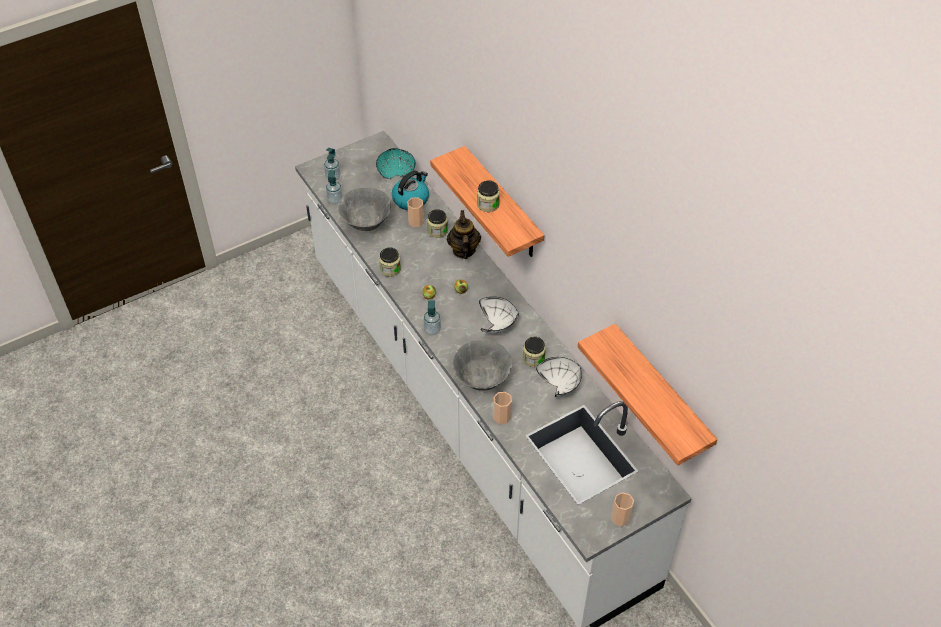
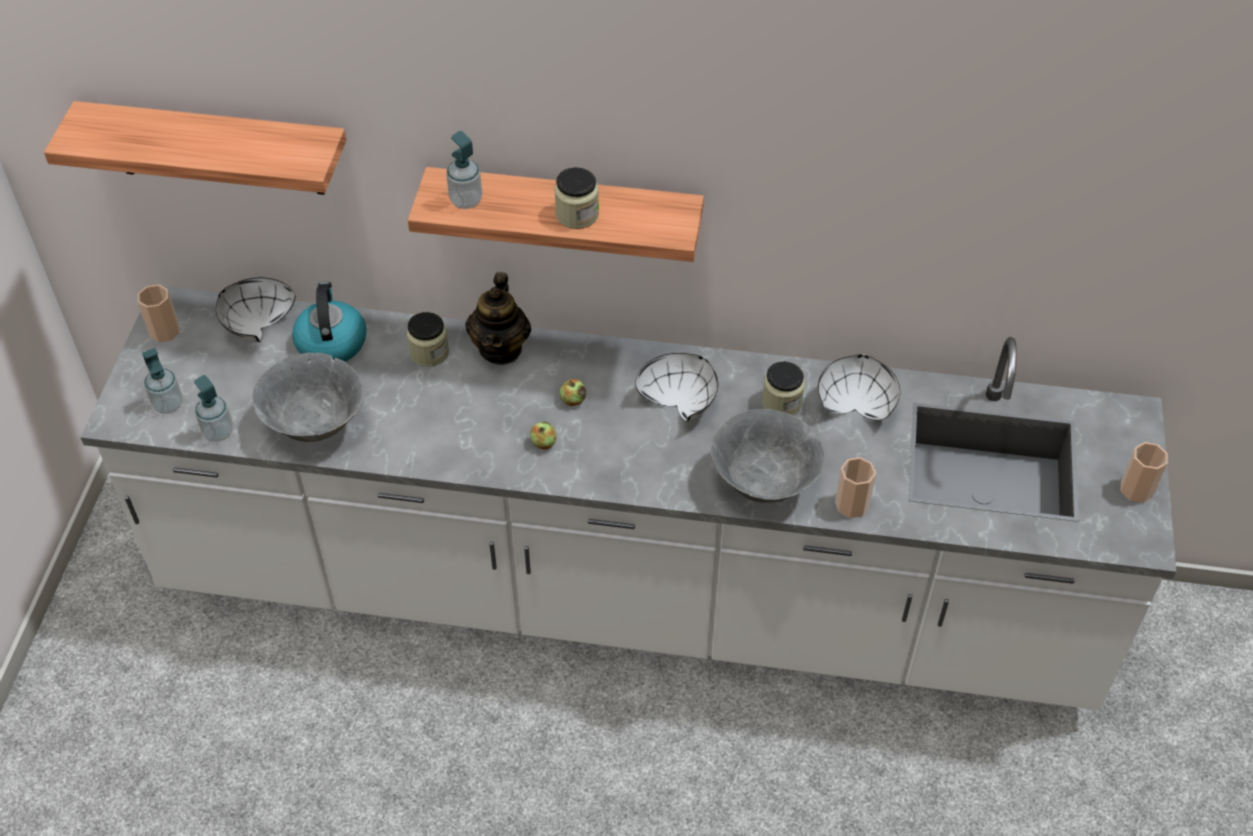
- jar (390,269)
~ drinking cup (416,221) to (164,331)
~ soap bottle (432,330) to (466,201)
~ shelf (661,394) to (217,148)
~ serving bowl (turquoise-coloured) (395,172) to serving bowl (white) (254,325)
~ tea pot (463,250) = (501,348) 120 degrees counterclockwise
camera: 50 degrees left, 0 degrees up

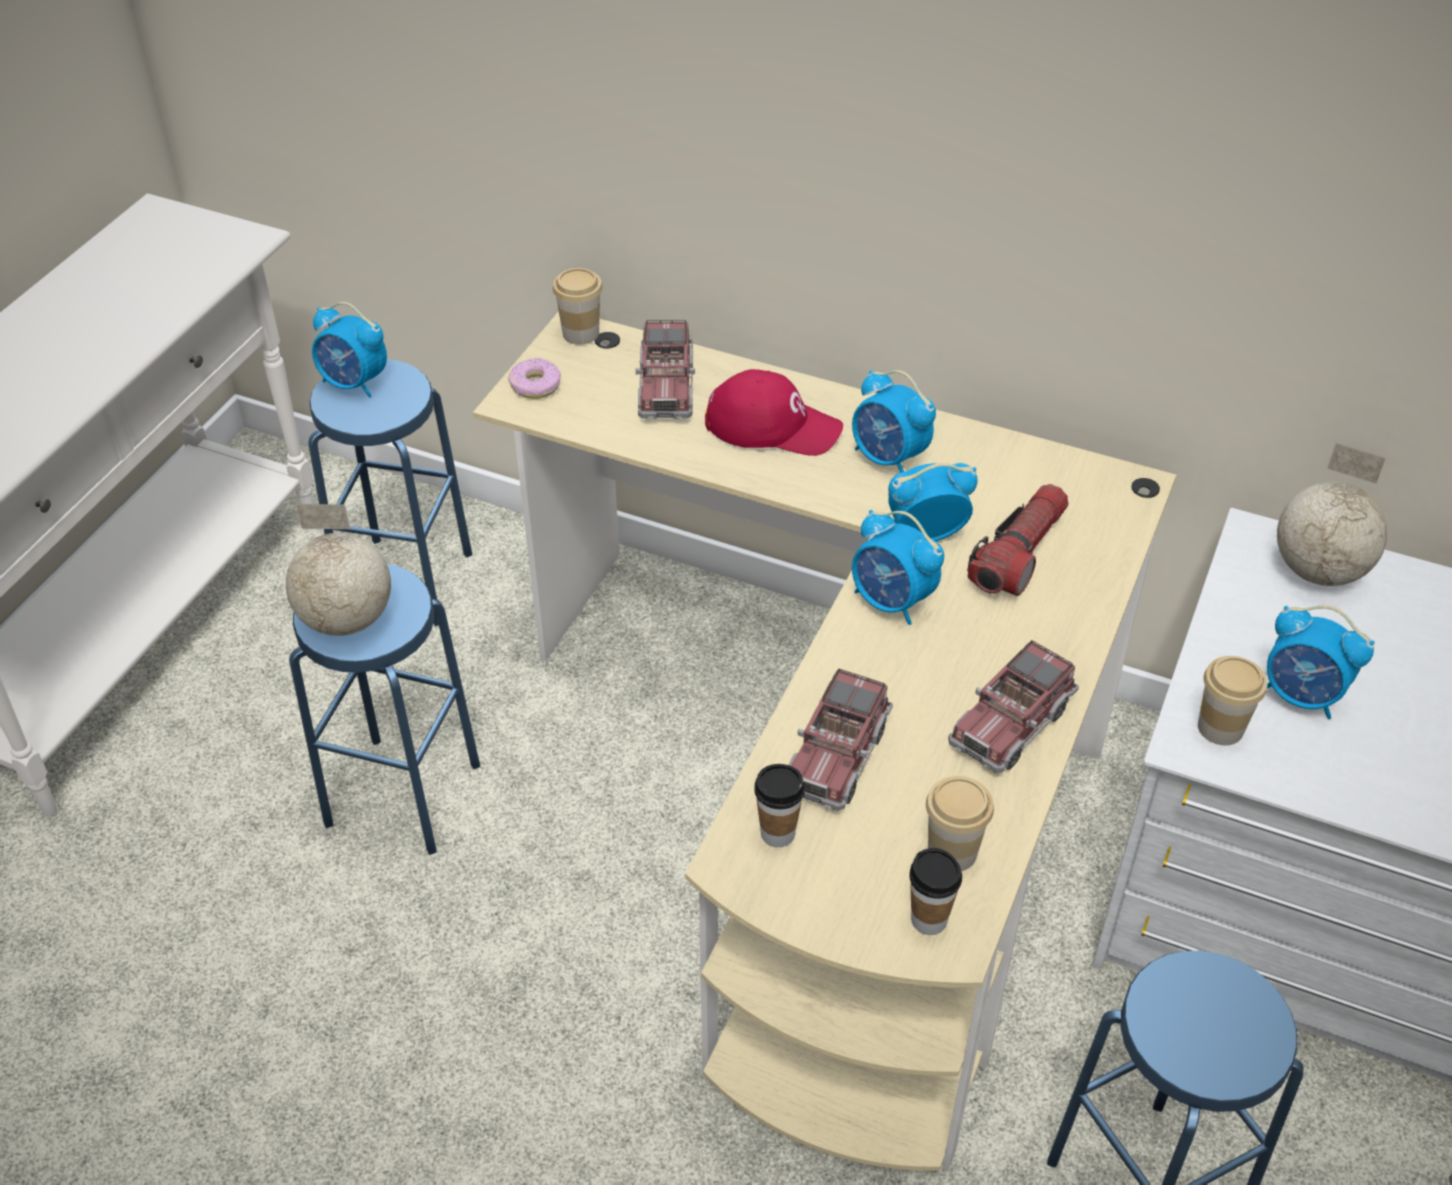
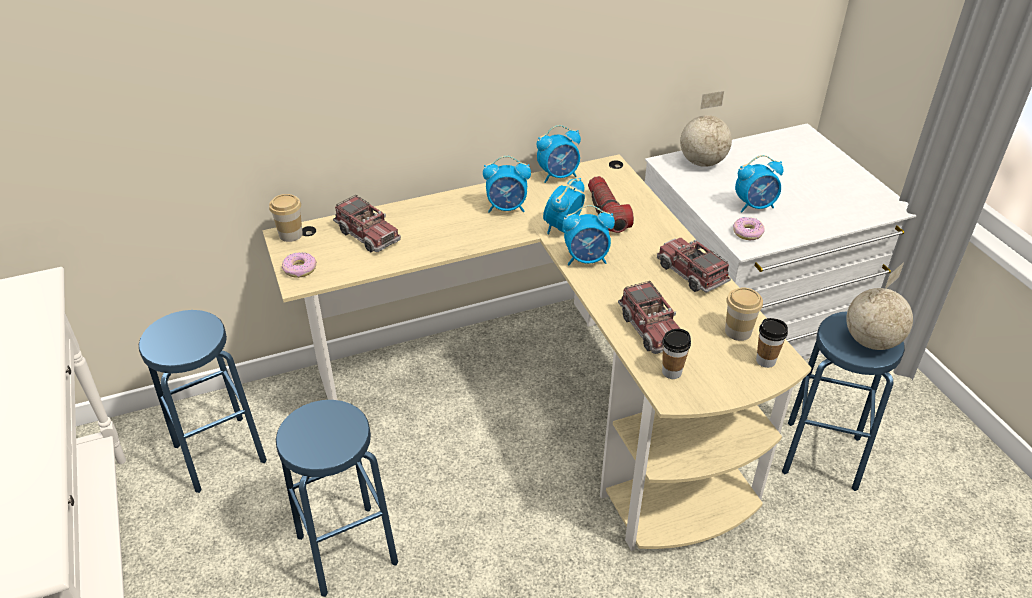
- peaked cap (red) (773,425)
~ desk globe (347,620) to (872,341)
~ bedside clock (354,383) to (558,176)
~ drinking cup (1220,727) to donut (747,233)
~ toy lorry (1011,723) = (691,274) 150 degrees clockwise
camera: 45 degrees left, 5 degrees down

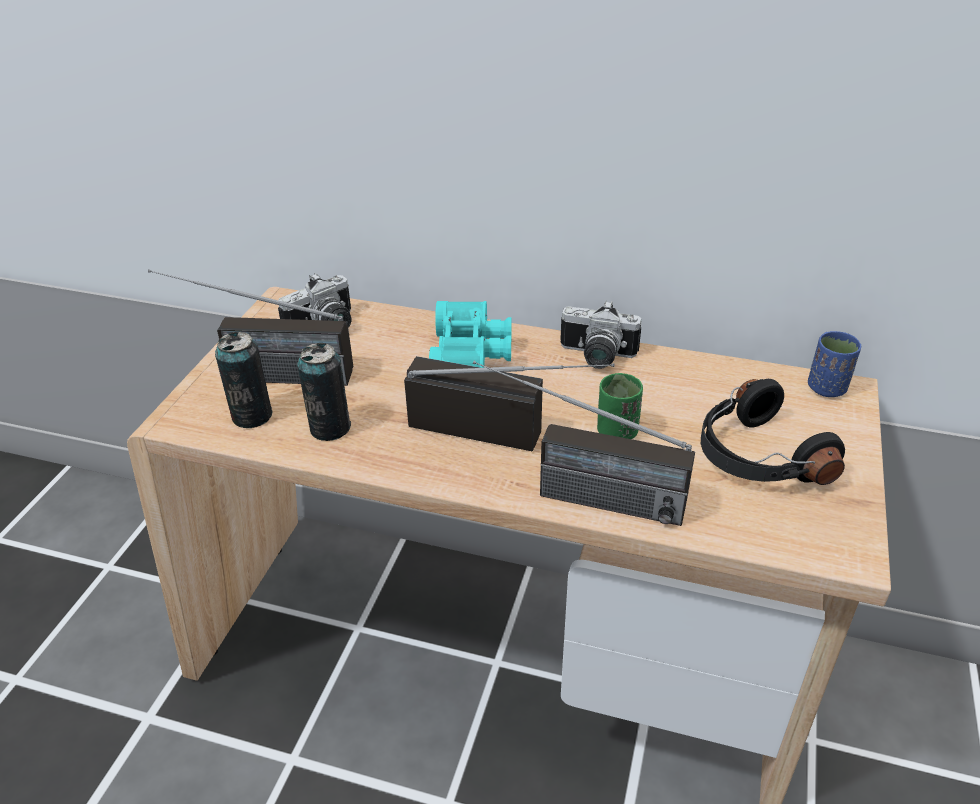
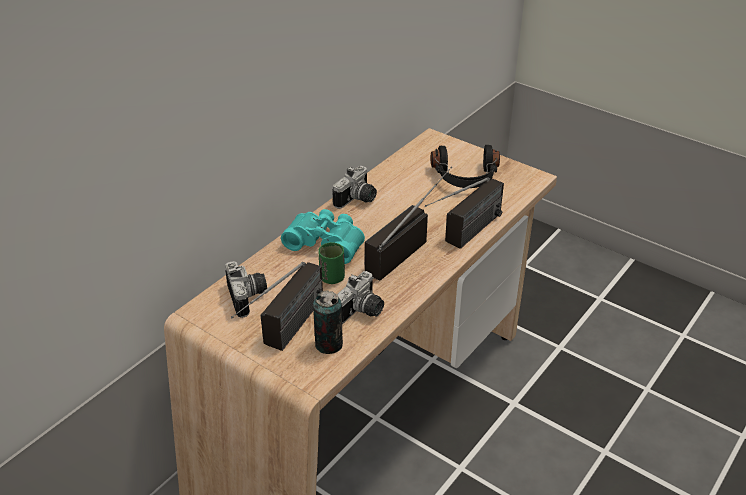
- drinking cup (blue-coloured) (827,388)
~ drinking cup (greenish) (616,432) to (332,278)
~ metal can (330,428) to photo camera (361,312)
camera: 70 degrees left, 0 degrees up

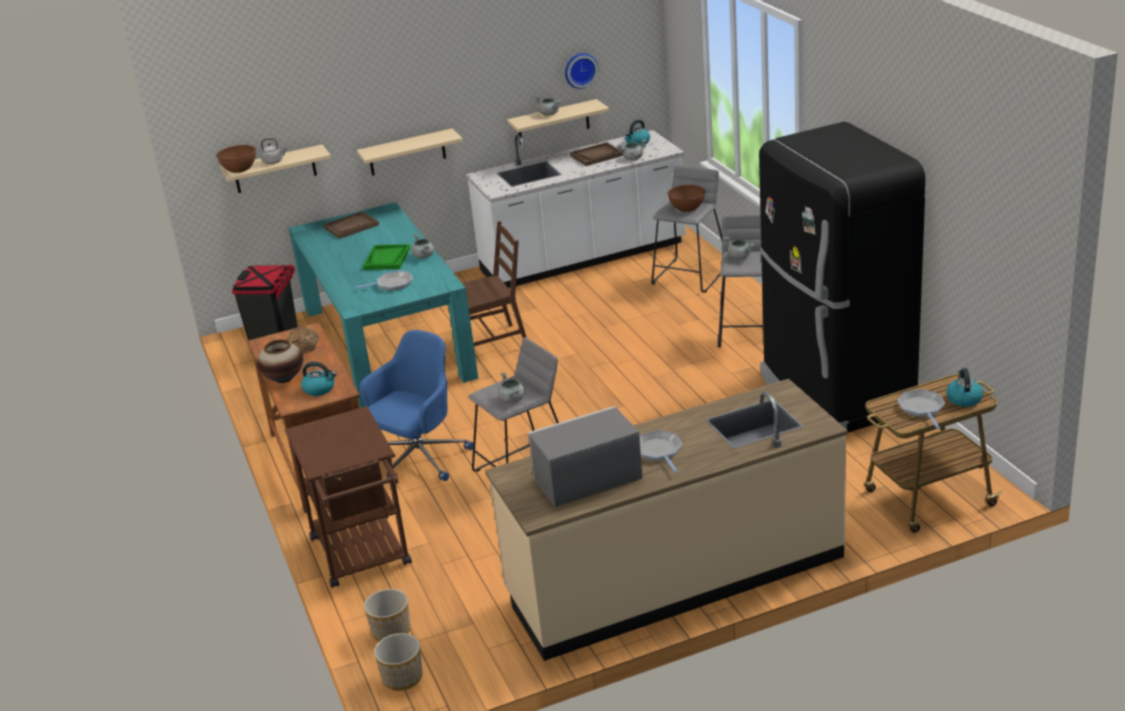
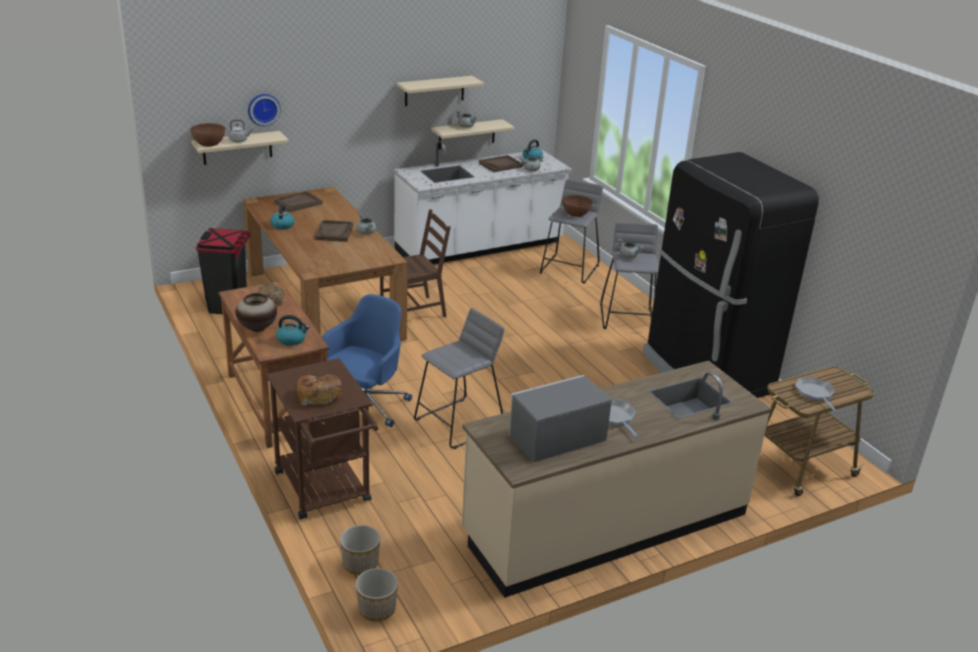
- frying pan (392,284)
- cooking pot (grey) (513,399)
+ baked bread (318,395)
~ shelf (beige) (407,152) to (434,91)
~ clock on the wall (580,70) to (263,109)
~ water kettle (963,399) to (282,225)
~ dining table (turquoise-coloured) (387,343) to dining table (brown) (323,304)
~ tray (greenish) (387,259) to tray (brown) (334,232)
camera: 10 degrees left, 0 degrees up

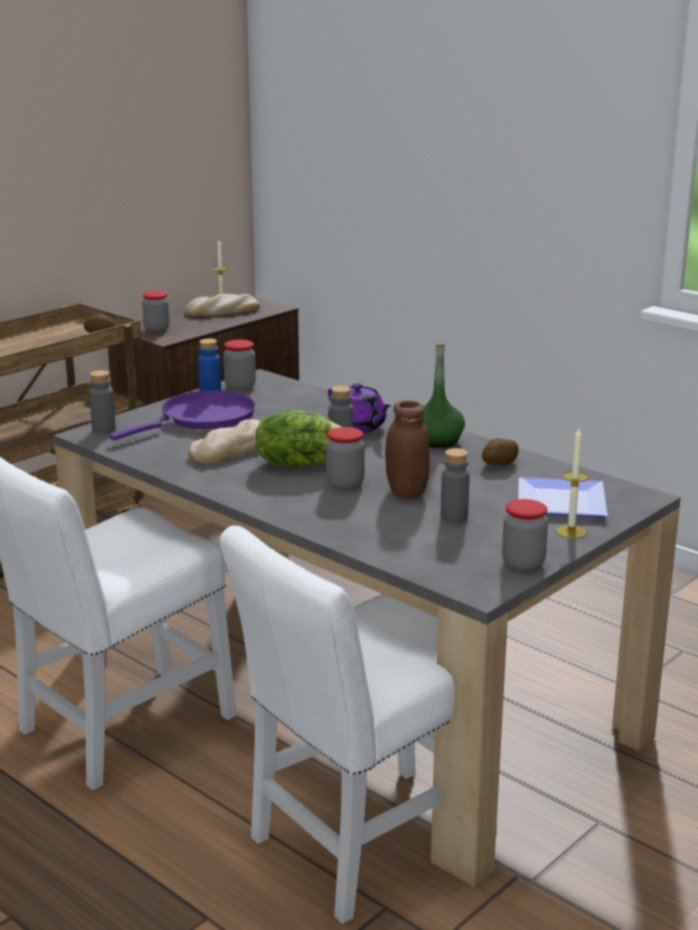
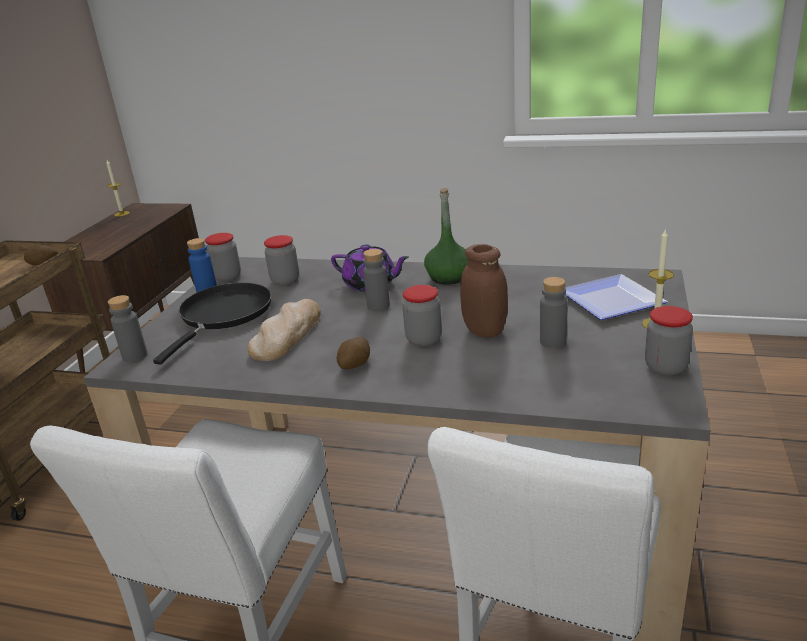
- baked bread (222,311)
- lettuce (299,463)
~ jar (156,329) to (285,280)
~ potato (499,464) to (355,365)
~ frying pan (purplish) (202,418) to frying pan (black-coloured) (223,315)
camera: 25 degrees left, 5 degrees up

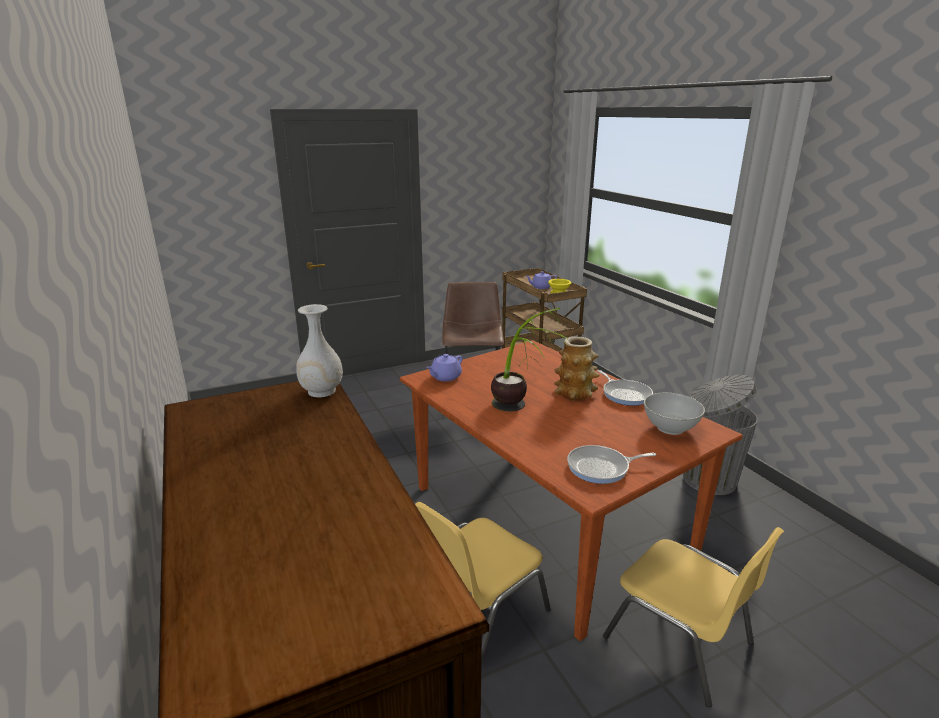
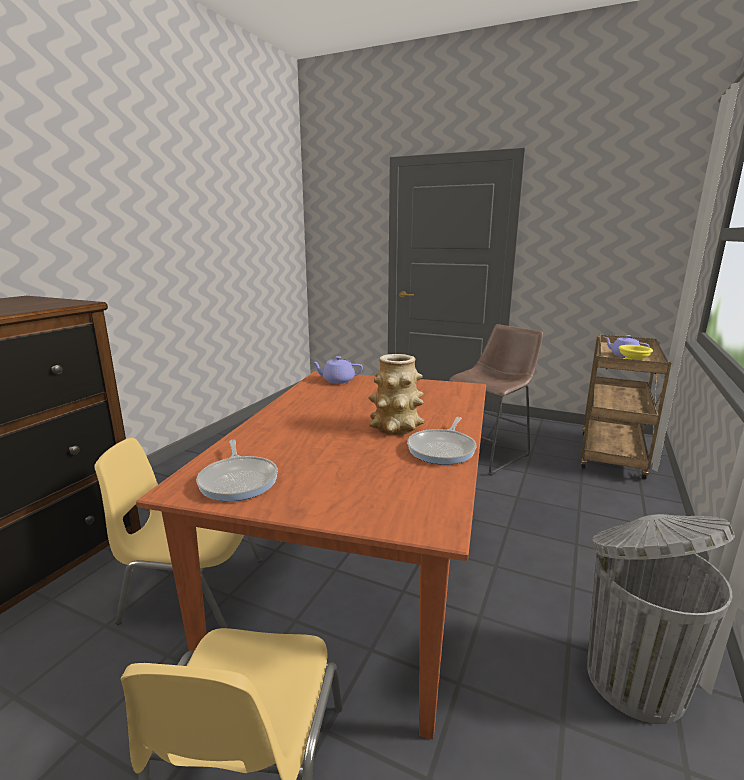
- decorative vase (white) (321,391)
- houseplant (520,412)
- serving bowl (white) (670,428)
~ frying pan (601,468) = (239,480) 150 degrees counterclockwise
camera: 50 degrees right, 5 degrees down

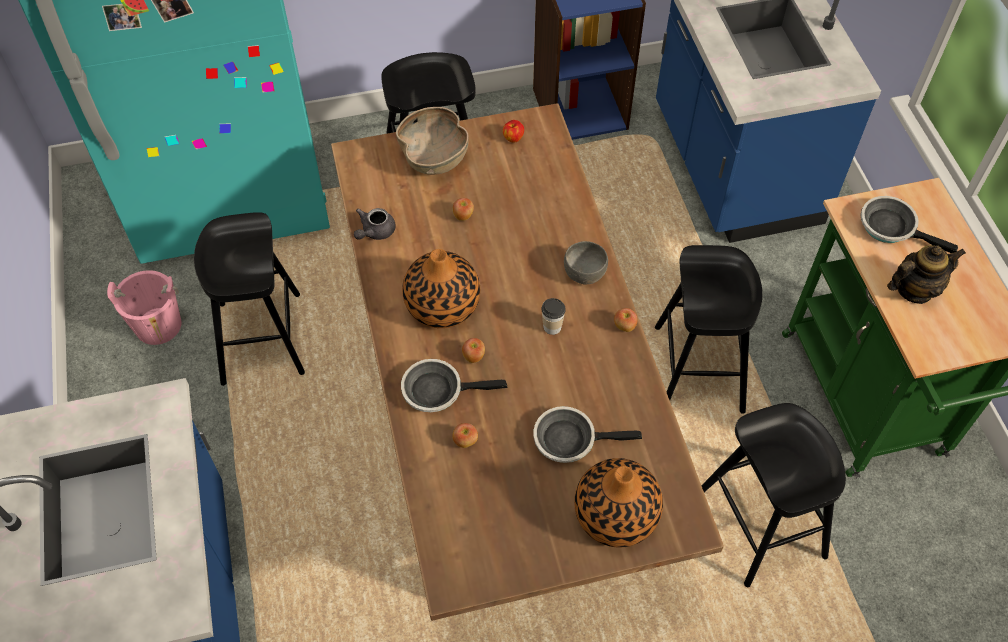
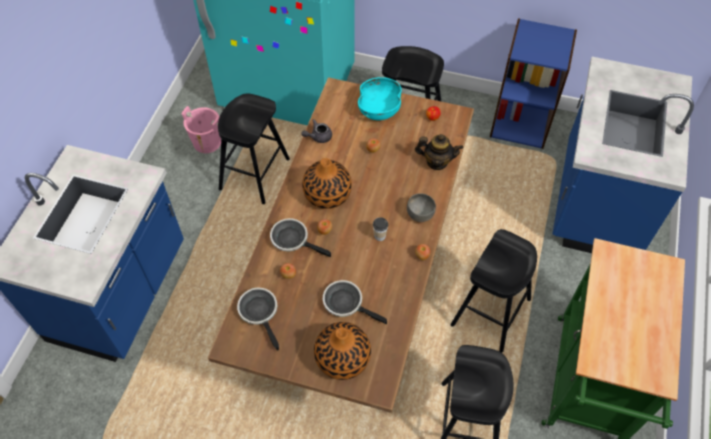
~ frying pan (892,227) to (260,312)
~ tea pot (914,290) to (437,162)
~ serving bowl (brown) (434,157) to serving bowl (turquoise-coloured) (379,109)
camera: 30 degrees right, 0 degrees up

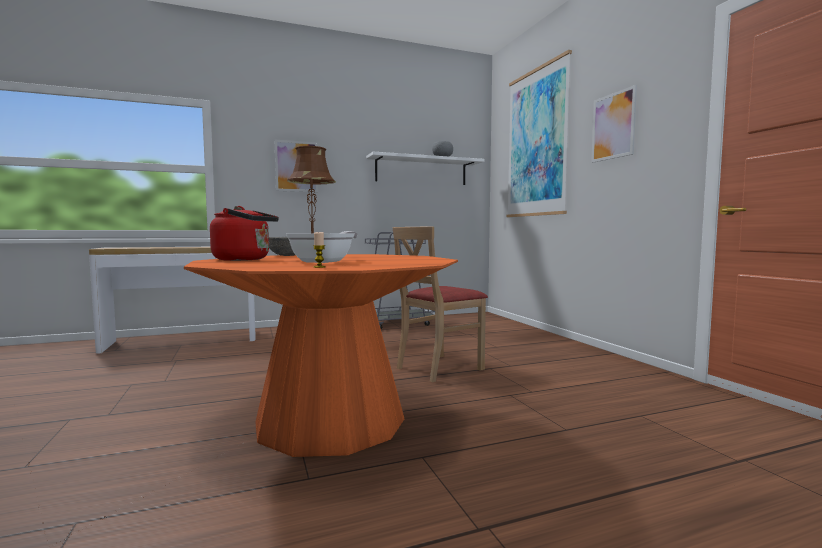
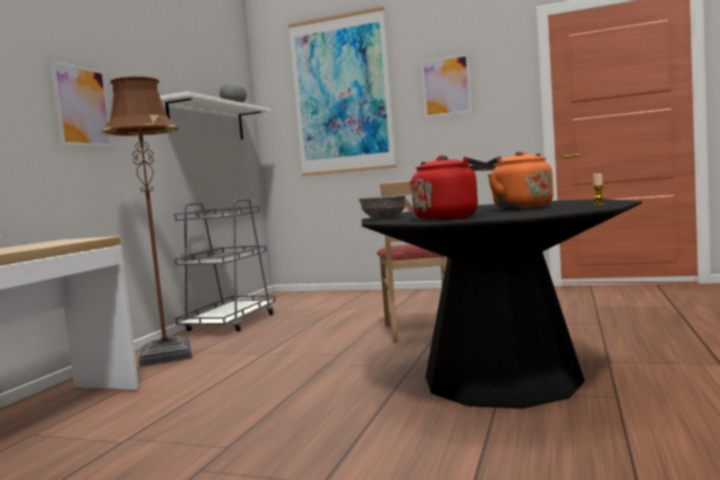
~ frying pan (326,261) to water kettle (orange-coloured) (519,208)
~ dining table (orange-coloured) (330,420) to dining table (black-coloured) (501,378)
camera: 50 degrees left, 0 degrees up

